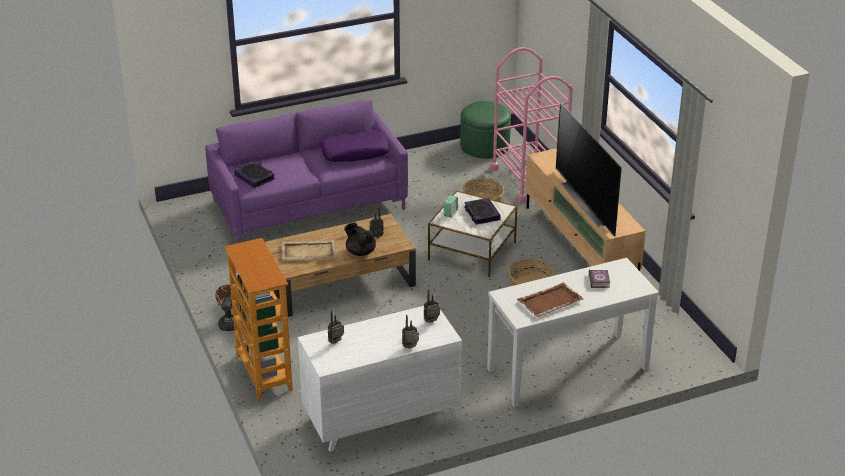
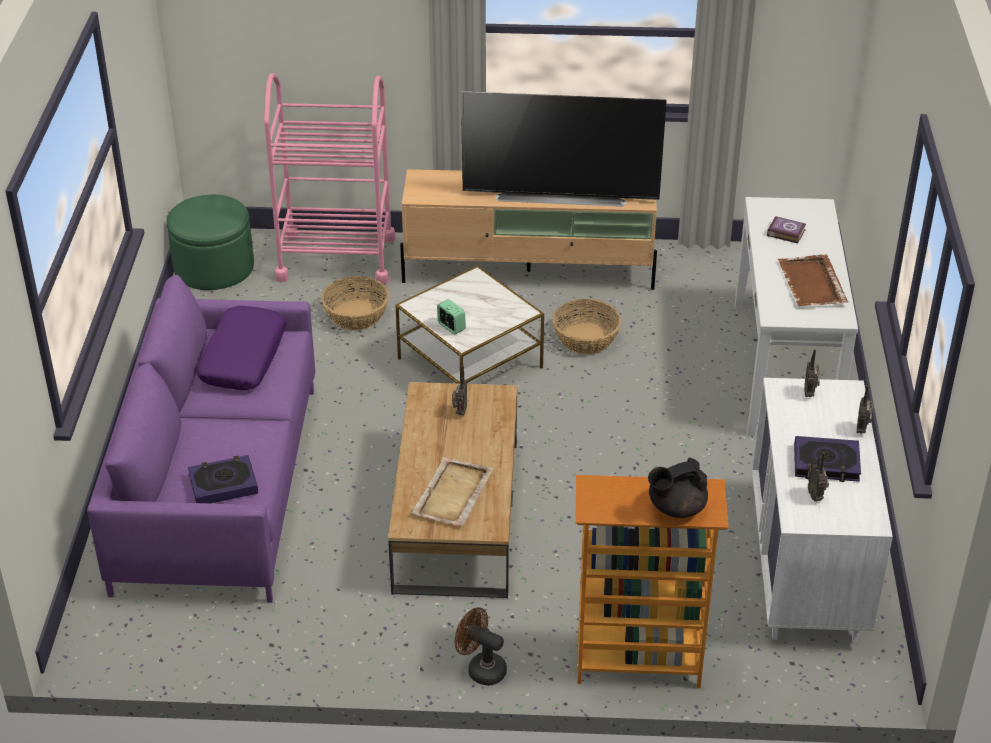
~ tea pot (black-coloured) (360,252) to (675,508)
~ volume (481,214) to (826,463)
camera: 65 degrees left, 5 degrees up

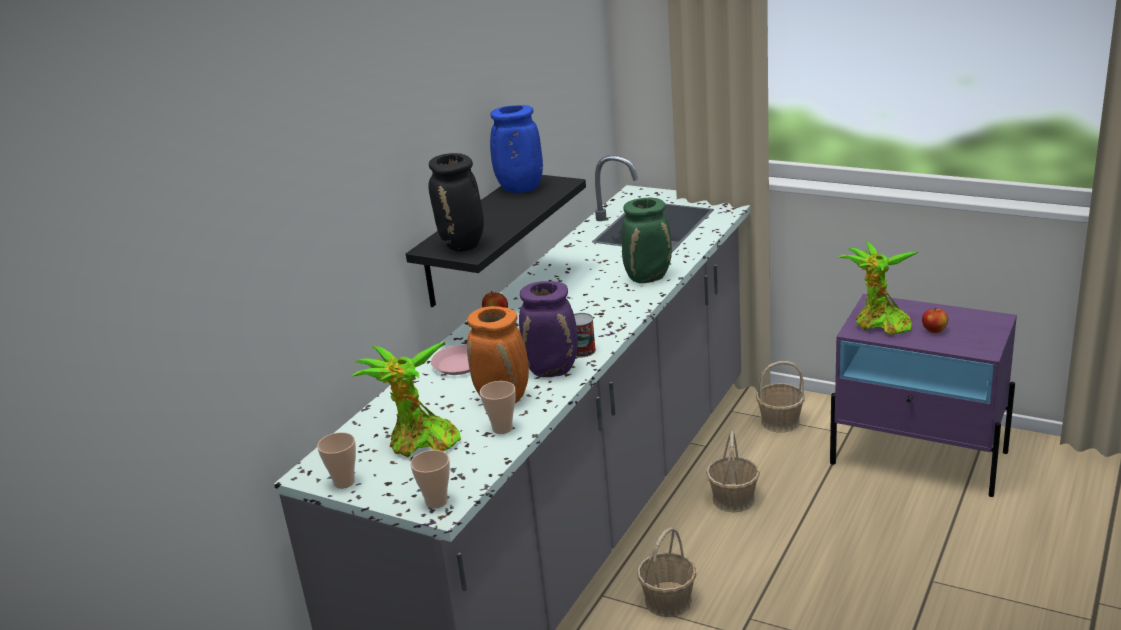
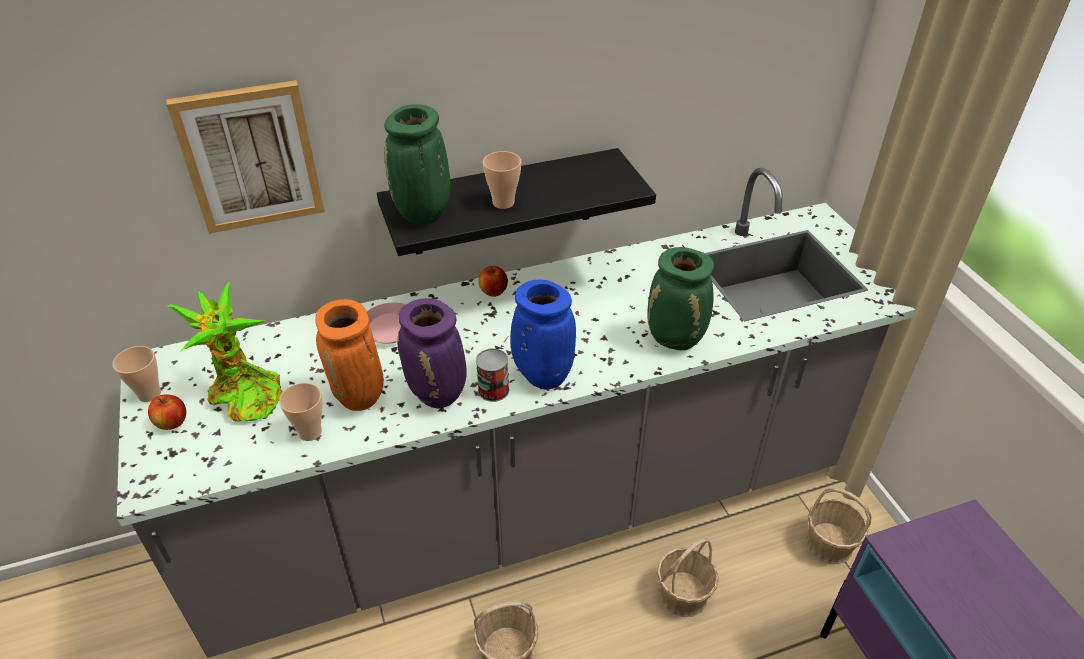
- houseplant (879,324)
+ picture (250,156)
~ drinking cup (436,502) to (503,203)
~ decorative vase (blue-coloured) (519,189) to (541,375)
~ apple fruit (934,330) to (172,423)
~ decorative vase (black-coloured) (463,246) to decorative vase (greenish) (424,215)
camera: 40 degrees right, 15 degrees up

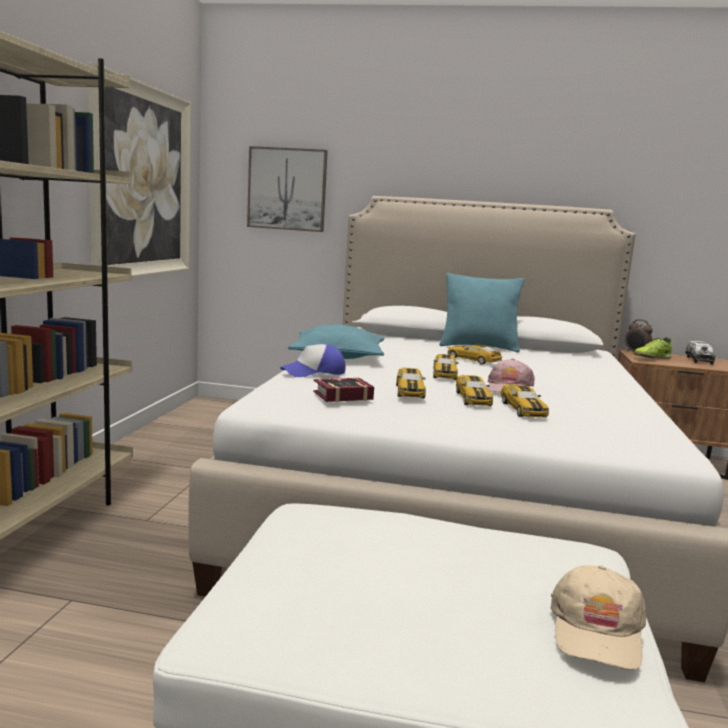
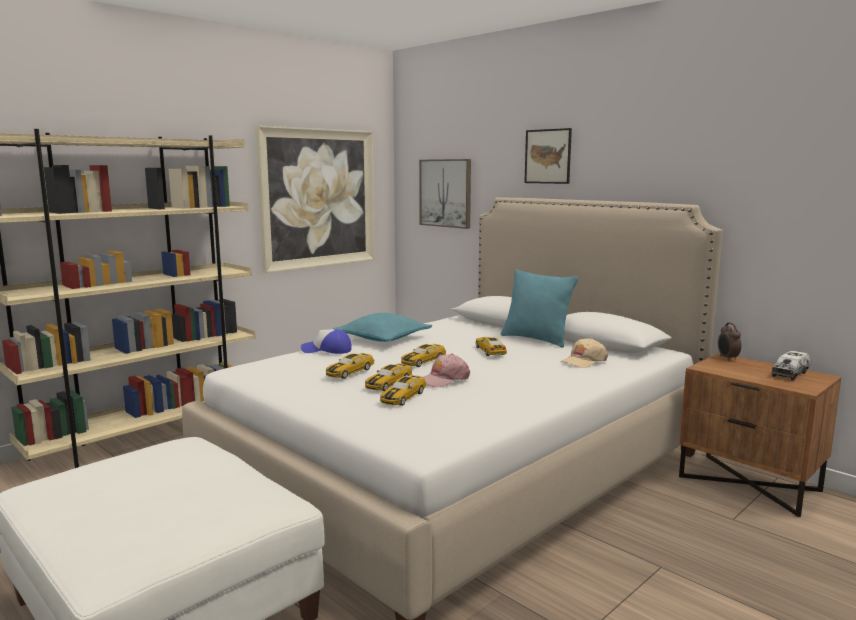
- volume (340,395)
- shoe (651,358)
+ picture (548,156)
~ peaked cap (beige) (597,631) to (583,361)
camera: 35 degrees right, 0 degrees up

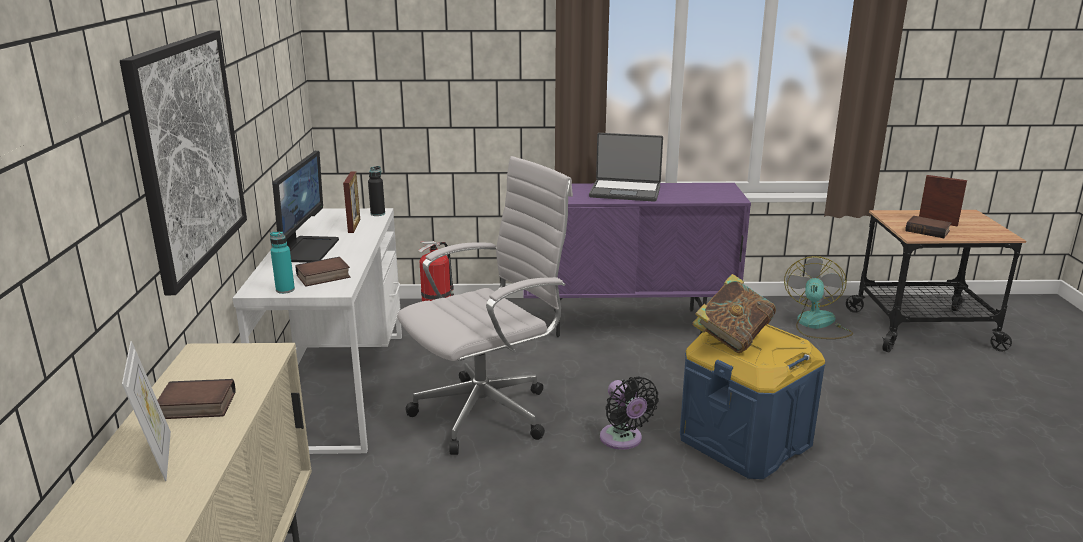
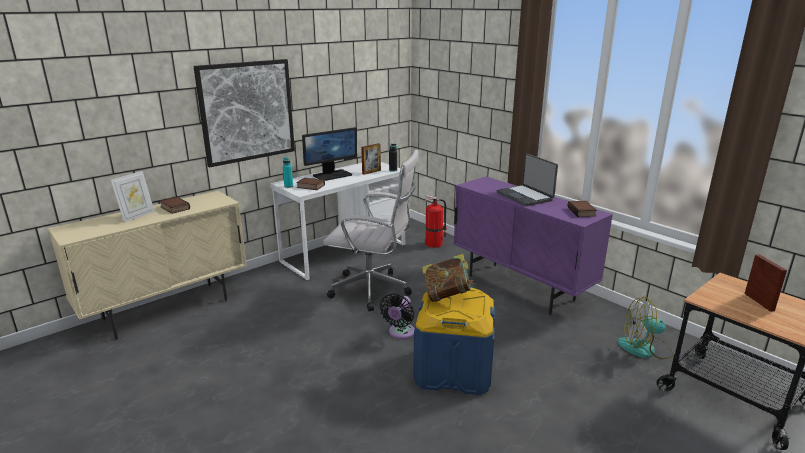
~ volume (928,231) to (582,212)
~ cooling fan (816,325) = (645,349) 150 degrees counterclockwise
camera: 50 degrees right, 0 degrees up

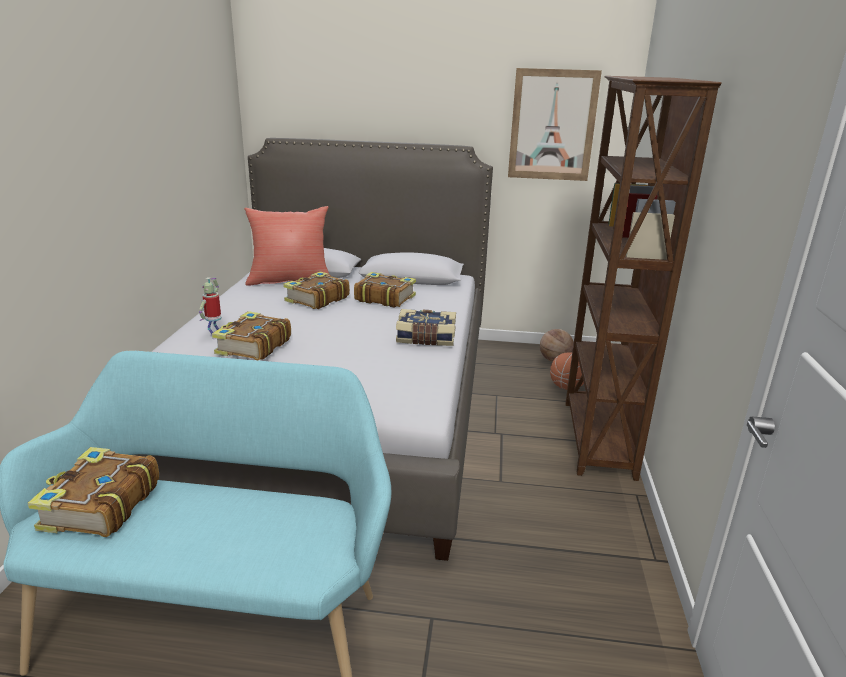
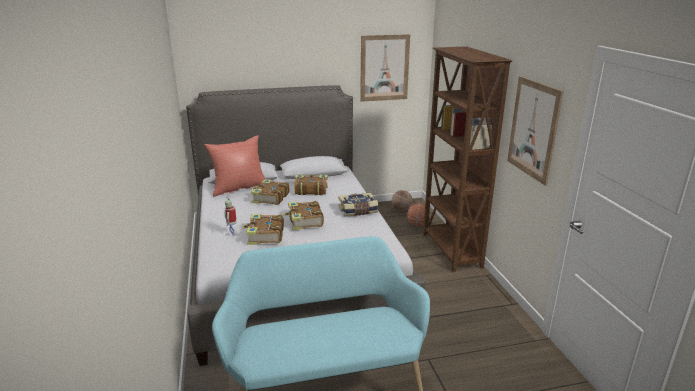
+ picture (533,129)
~ volume (99,506) to (304,221)
camera: 20 degrees left, 0 degrees up

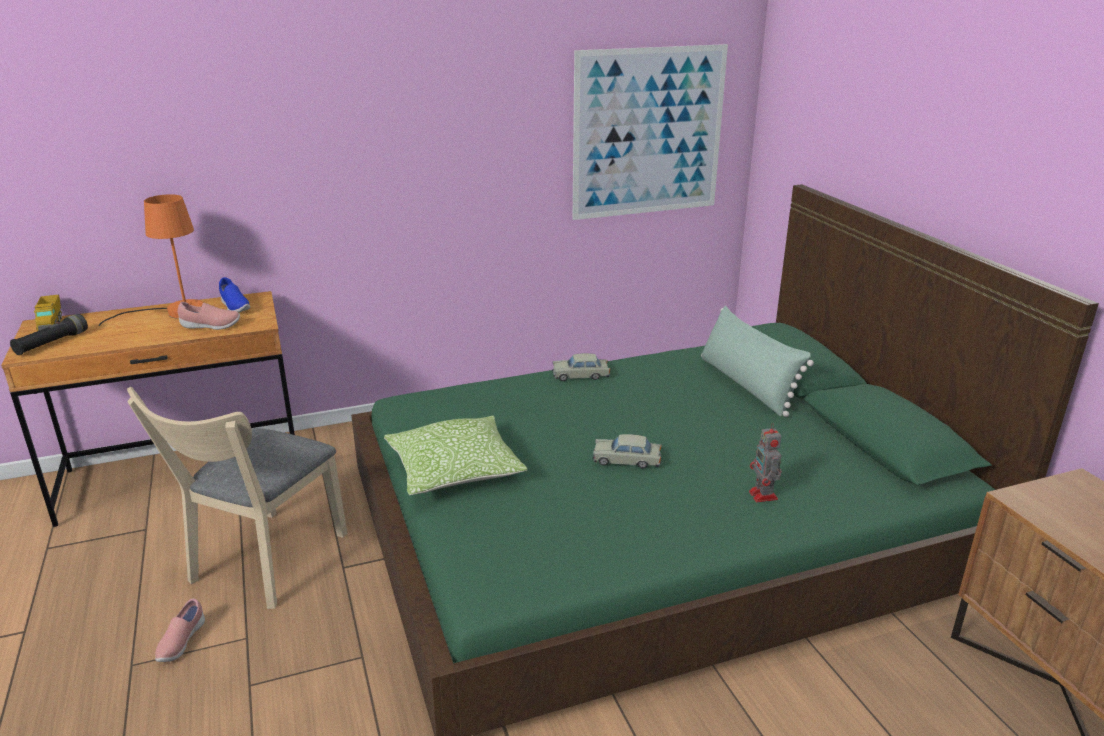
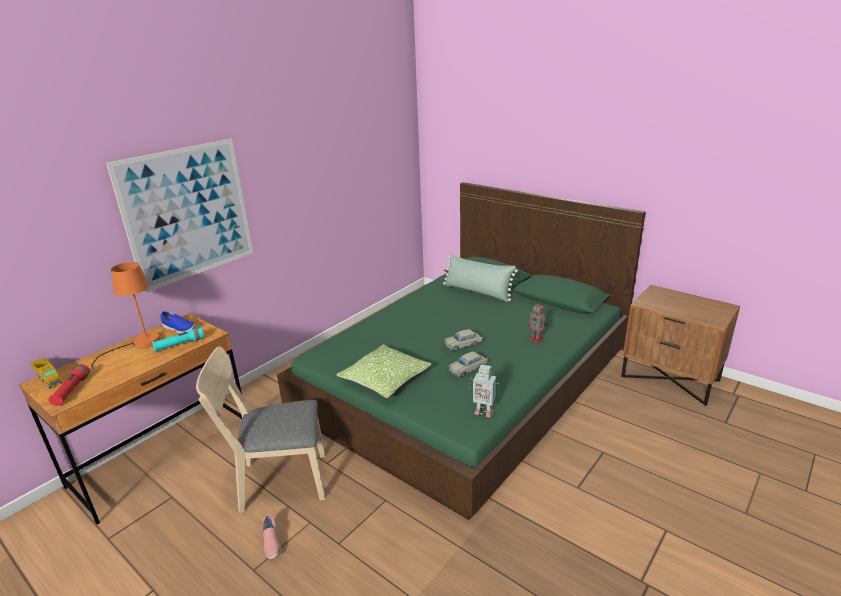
+ robot figure (483,411)
~ toy car (beige) (580,375) to (468,369)
~ picture (648,133) to (188,213)
~ shoe (pinkish) (210,326) to torch (turquoise-coloured) (179,345)
~ torch (black-coloured) (52,343) to torch (red) (72,390)
~ chair (beige) (262,564) = (276,482) 90 degrees clockwise
camera: 30 degrees left, 0 degrees up

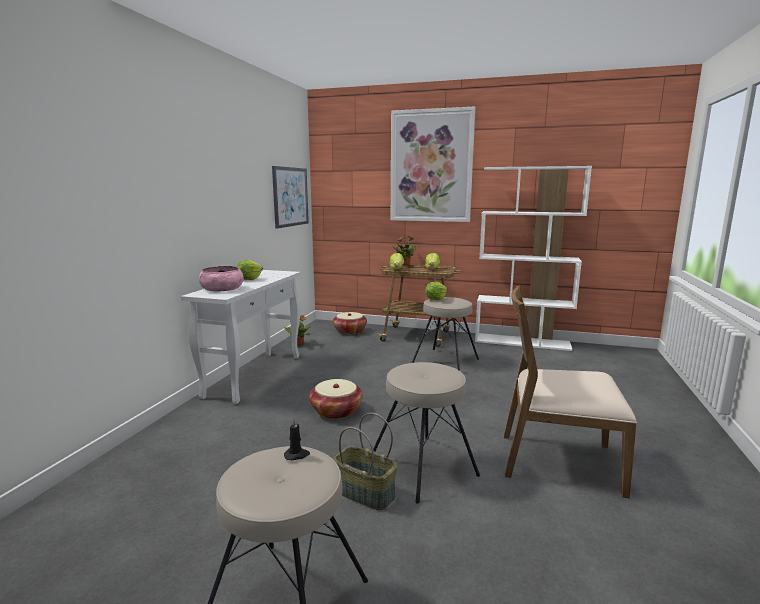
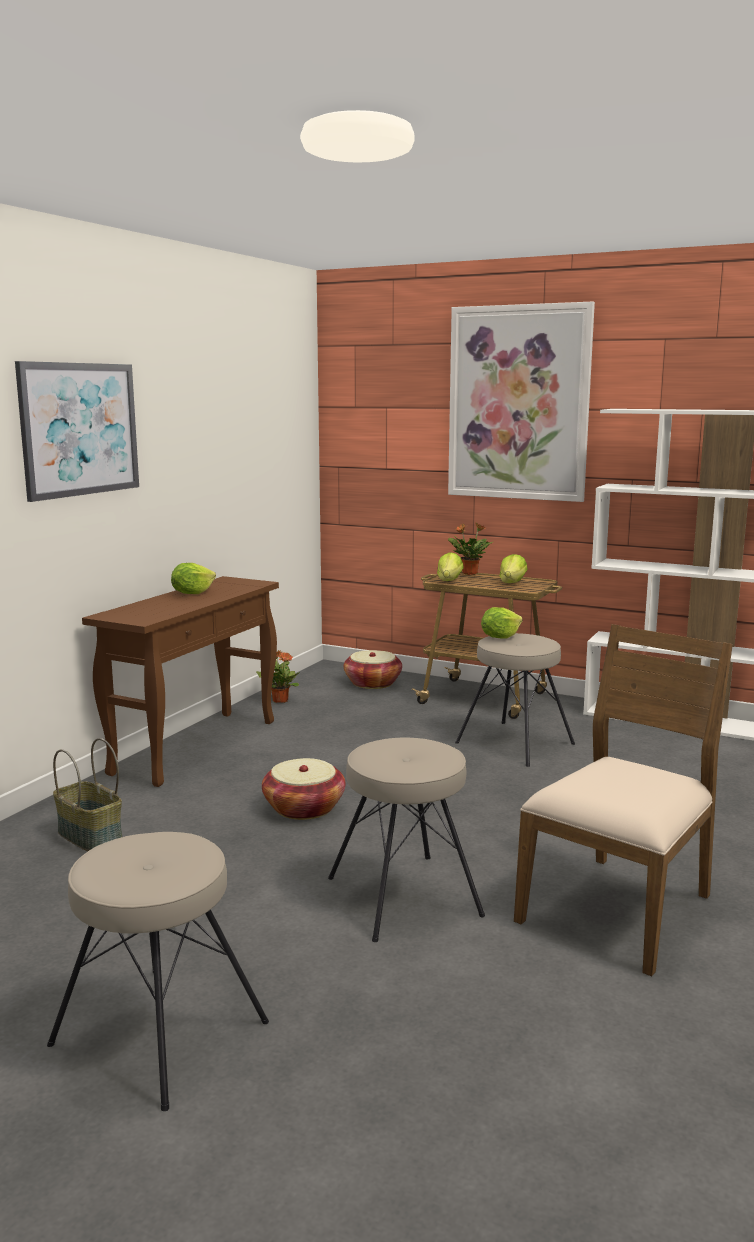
- serving bowl (pinkish) (222,289)
- candle (black-coloured) (297,455)
~ picture (290,197) to (80,429)
~ basket (364,493) to (88,837)
~ hall table (white) (254,375) to hall table (brown) (196,746)
~ chair (brown) (557,461) = (619,909) 105 degrees clockwise
camera: 10 degrees right, 0 degrees up

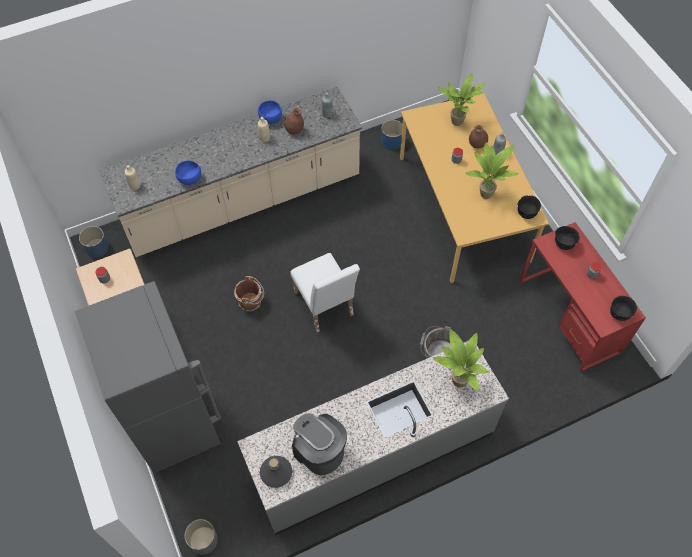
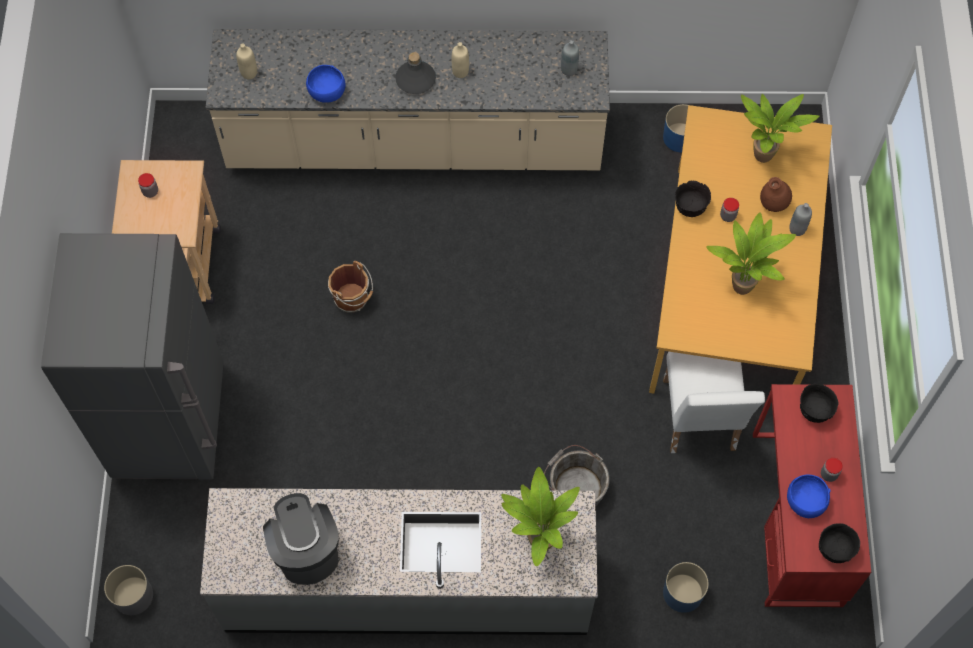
- decorative vase (brown) (294,130)
~ flower pot (blue-coloured) (96,248) to (682,593)
~ serving bowl (blue-coloured) (270,119) to (805,502)
~ beverage bottle (grey) (276,472) to (415,80)
~ chair (white) (325,308) to (699,422)
~ serving bowl (black-coloured) (526,213) to (690,207)
camera: 25 degrees right, 5 degrees up

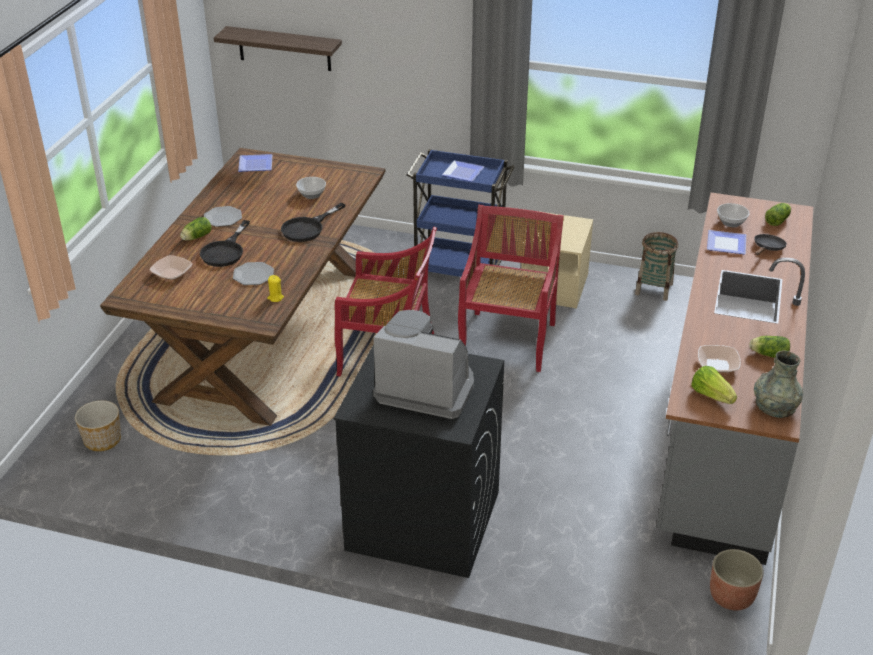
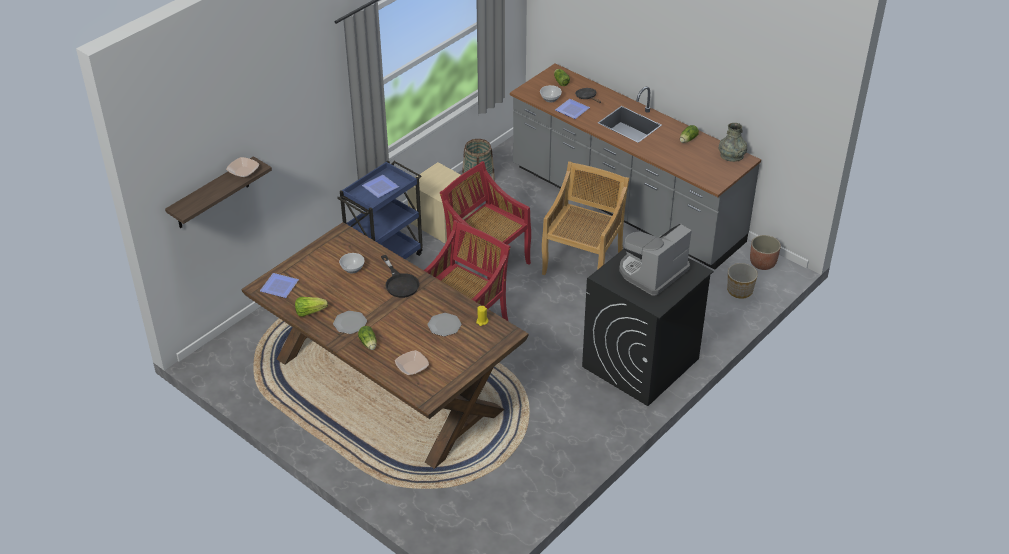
- frying pan (black-coloured) (225,251)
+ chair (beige) (583,263)
~ flower pot (102,440) to (739,291)
~ lettuce (711,395) to (310,312)
~ serving bowl (717,365) to (243,172)
camera: 65 degrees left, 5 degrees up

